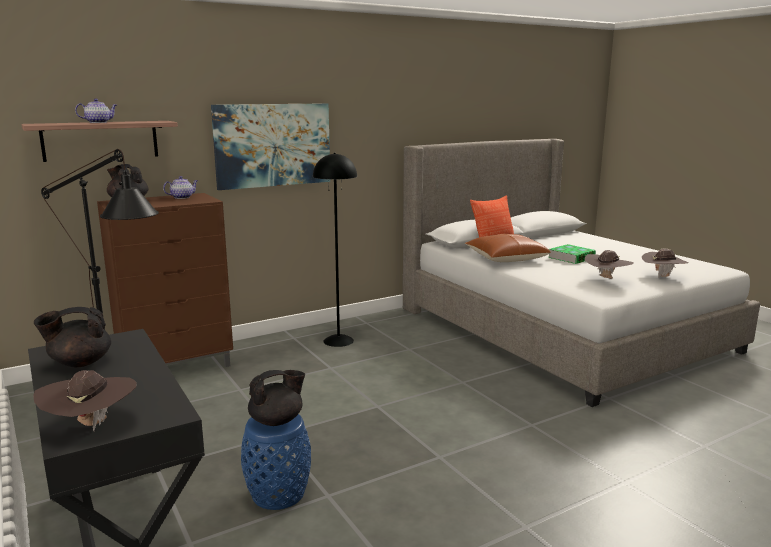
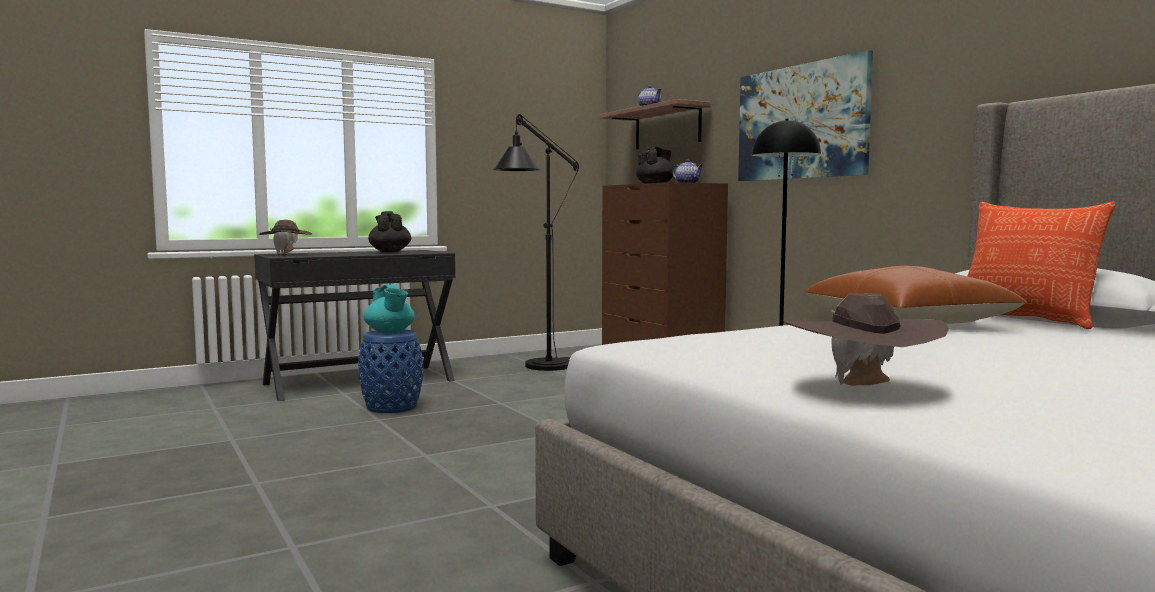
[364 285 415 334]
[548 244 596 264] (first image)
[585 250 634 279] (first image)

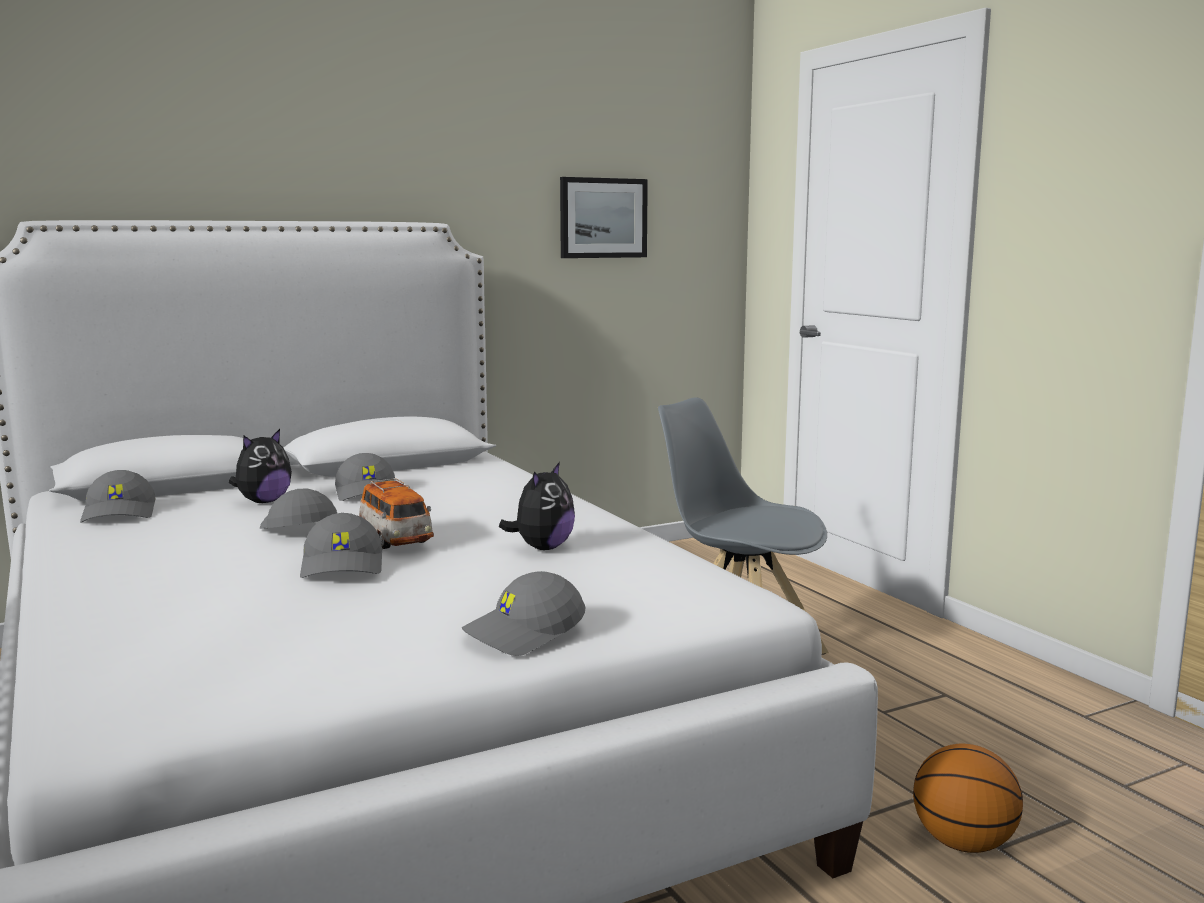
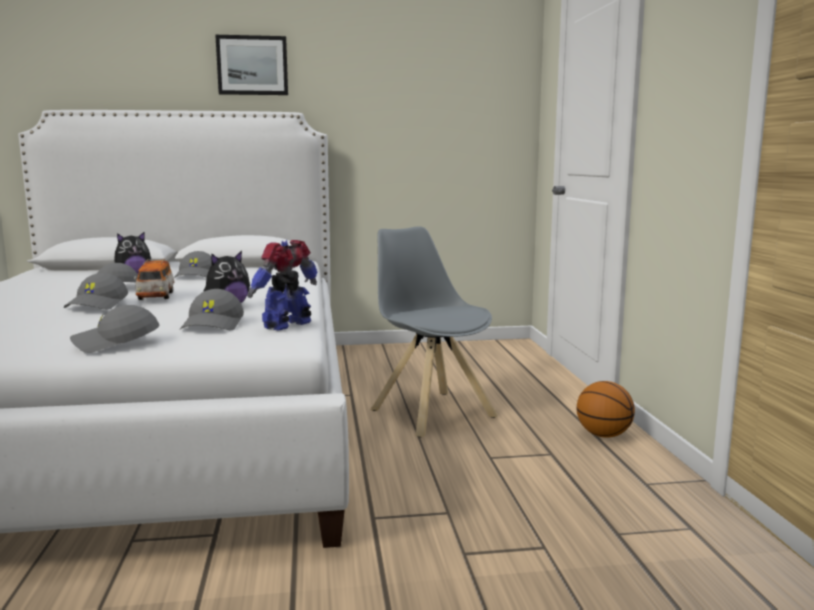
[180 289 244 330]
[215 35 288 95]
[577 381 635 438]
[248 239 317 331]

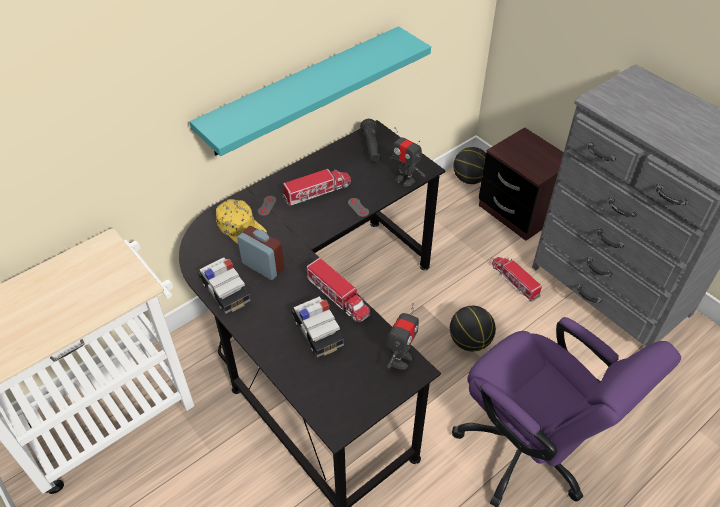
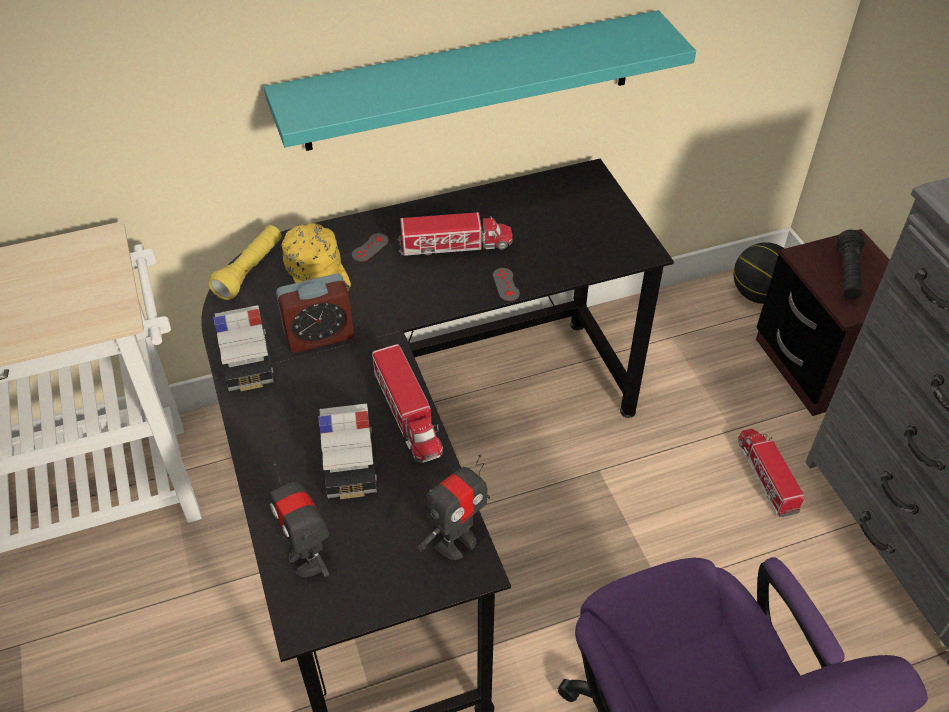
[276 274 354 353]
[837 230 865 300]
[269 463 329 577]
[450 306 496 351] (first image)
[208 225 282 300]

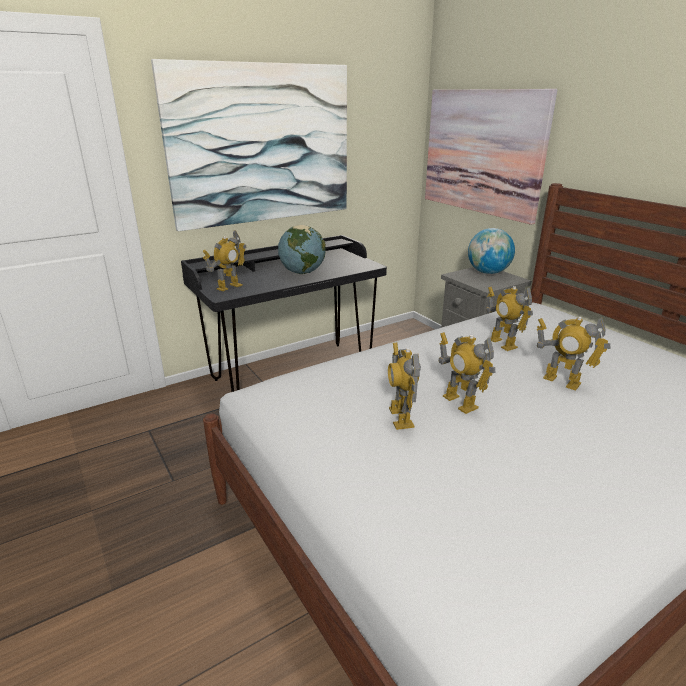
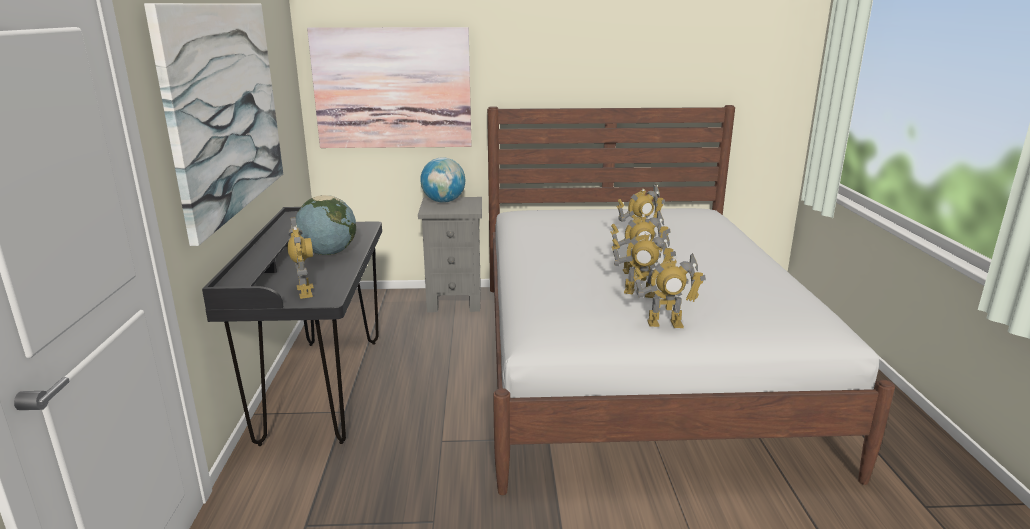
[633 253 706 328]

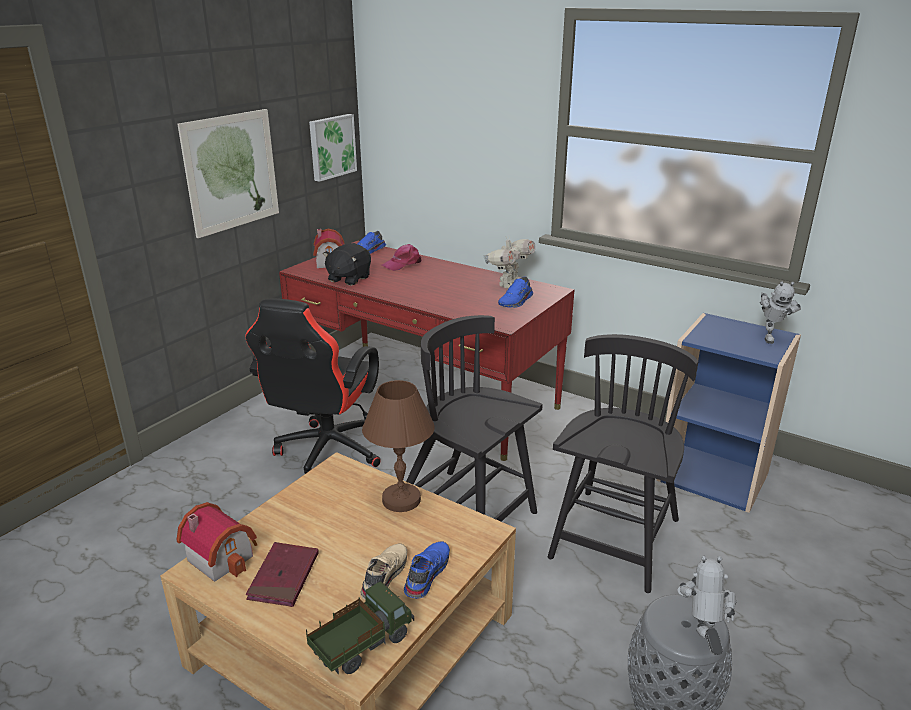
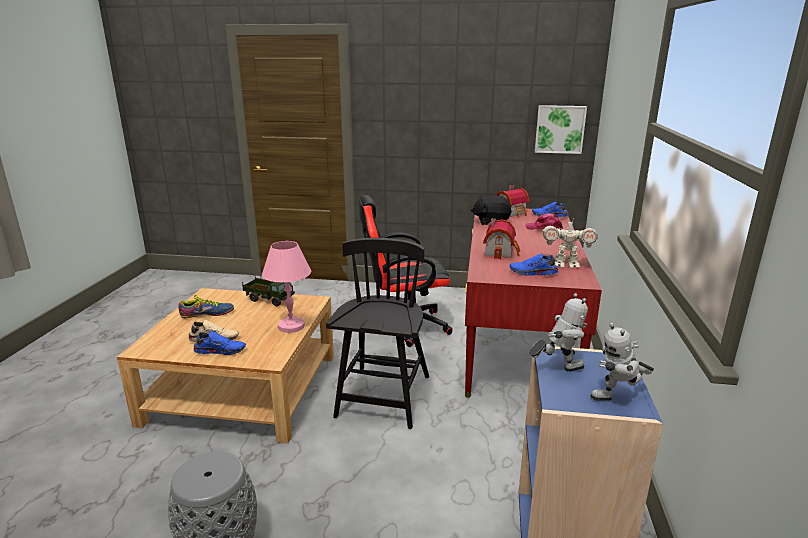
[483 219 520 259]
[177 109 279 238] (first image)
[178 295 234 318]
[242 277 295 306]
[262 241 311 333]
[548 334 698 593] (first image)
[529 293 588 372]

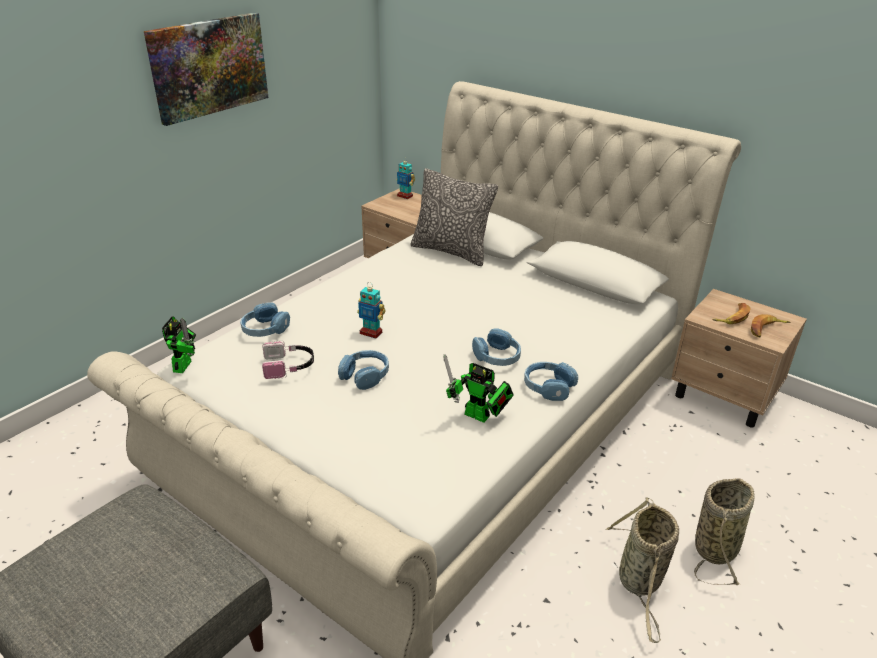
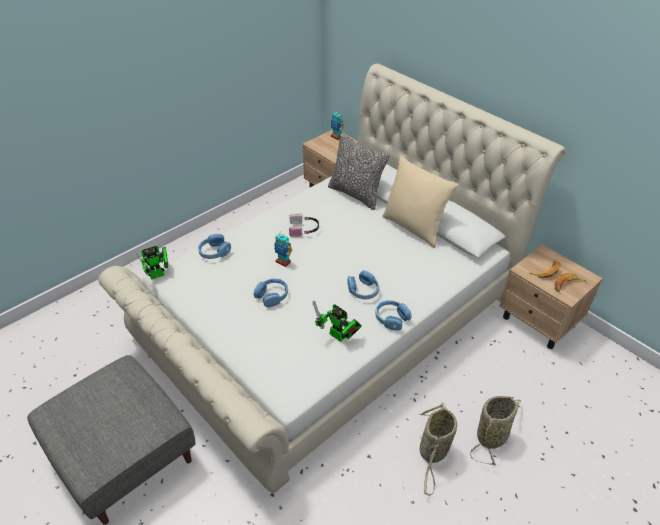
[144 12 269 126] (first image)
[136 246 168 280]
[289 214 319 237]
[382 155 459 248]

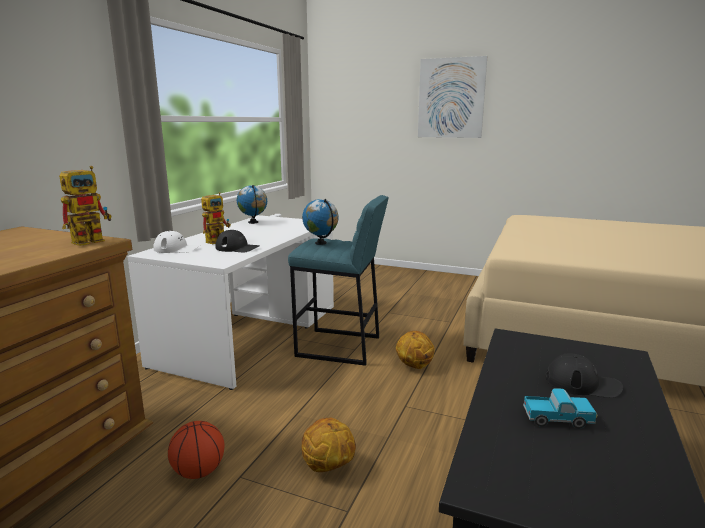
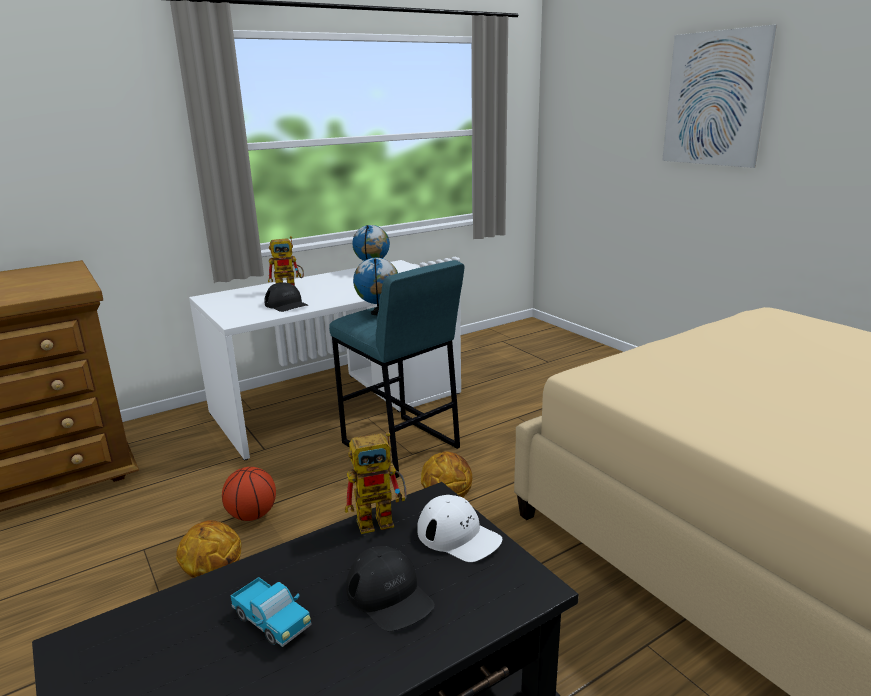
[345 432 407 534]
[417 494 502 562]
[222 467 276 521]

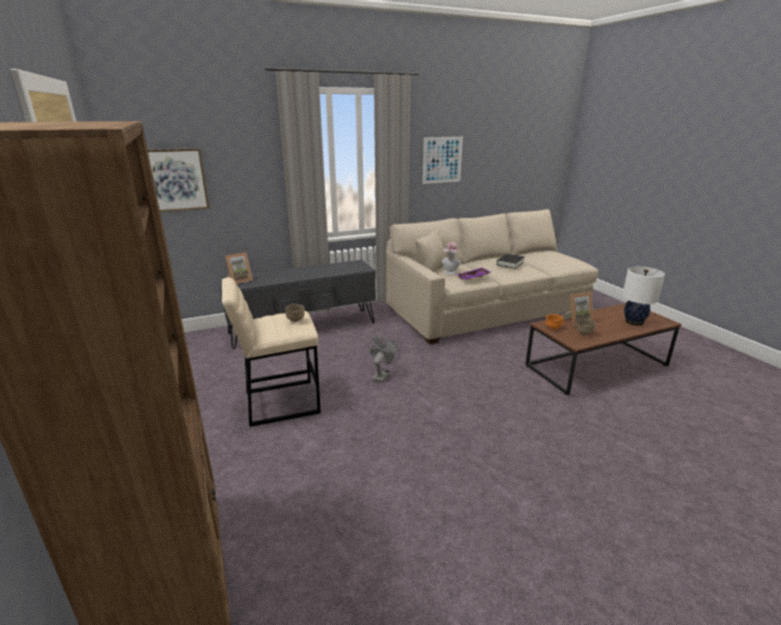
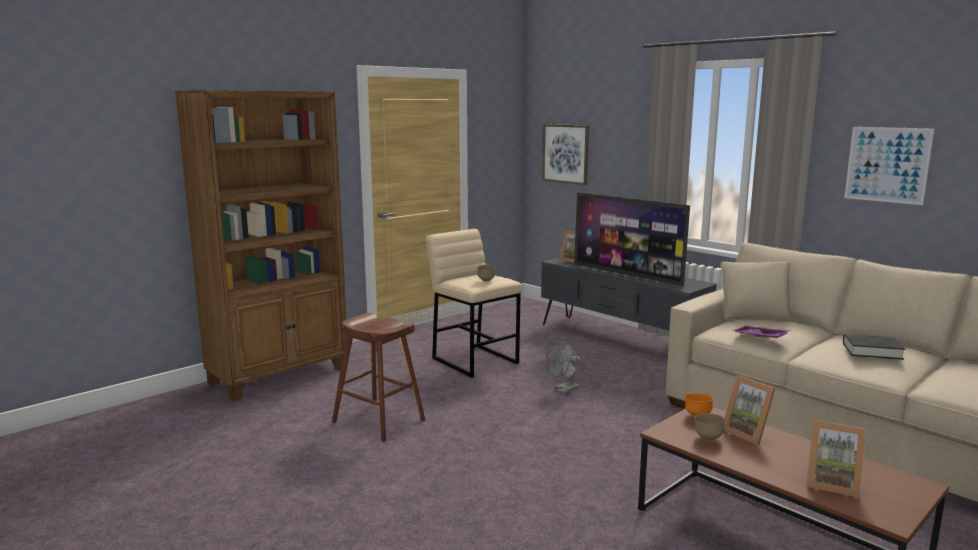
[546 341 581 394]
[441 242 461 275] (first image)
[807 420 866 497]
[332 313 425 442]
[574 192 690 286]

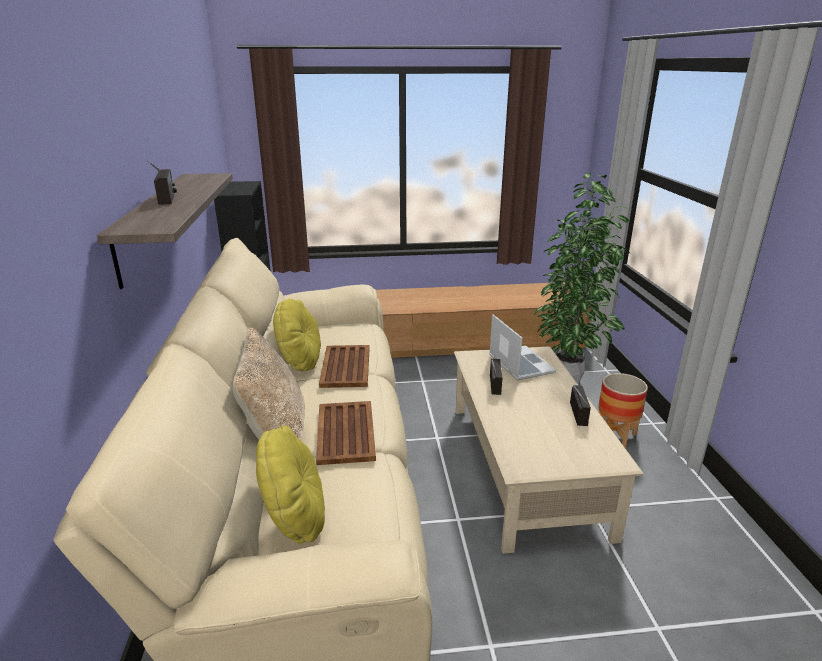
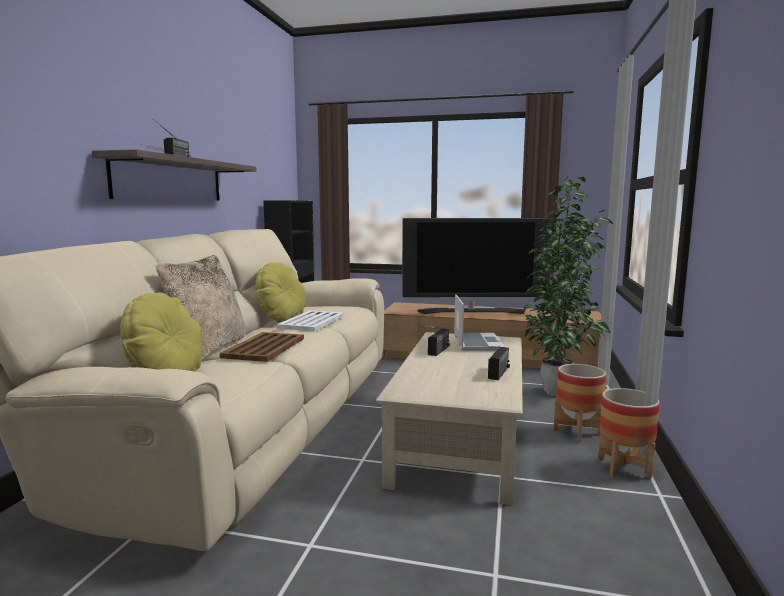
[277 310 344 331]
[402 218 550 314]
[598 388 660 479]

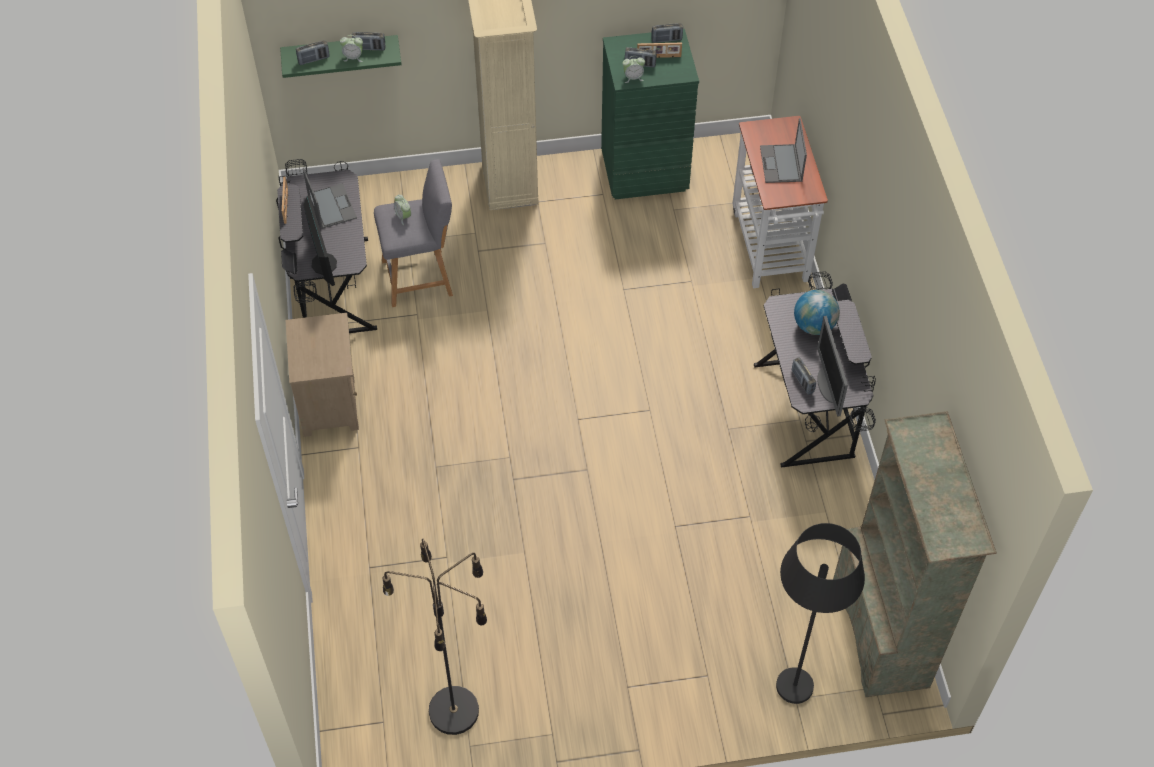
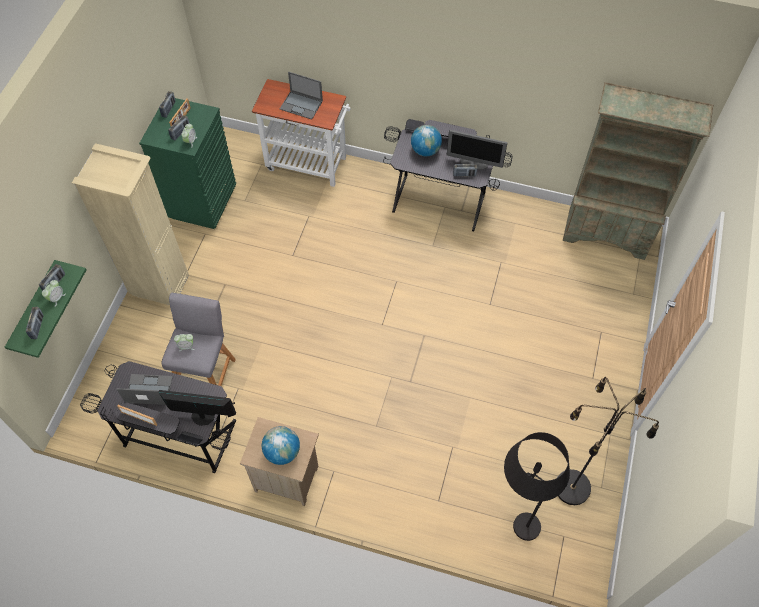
[504 432 570 541]
[262 426 300 465]

